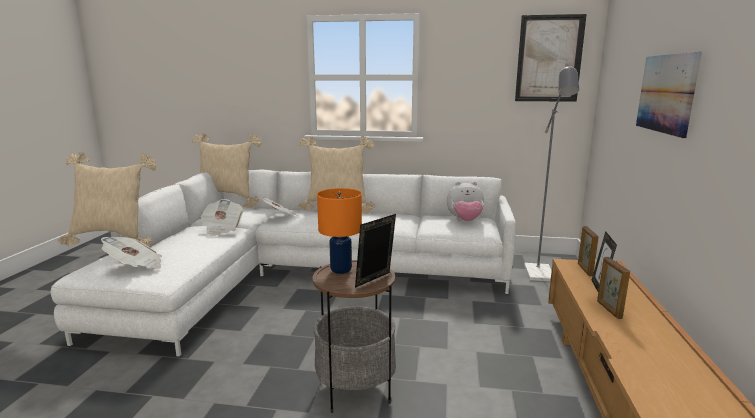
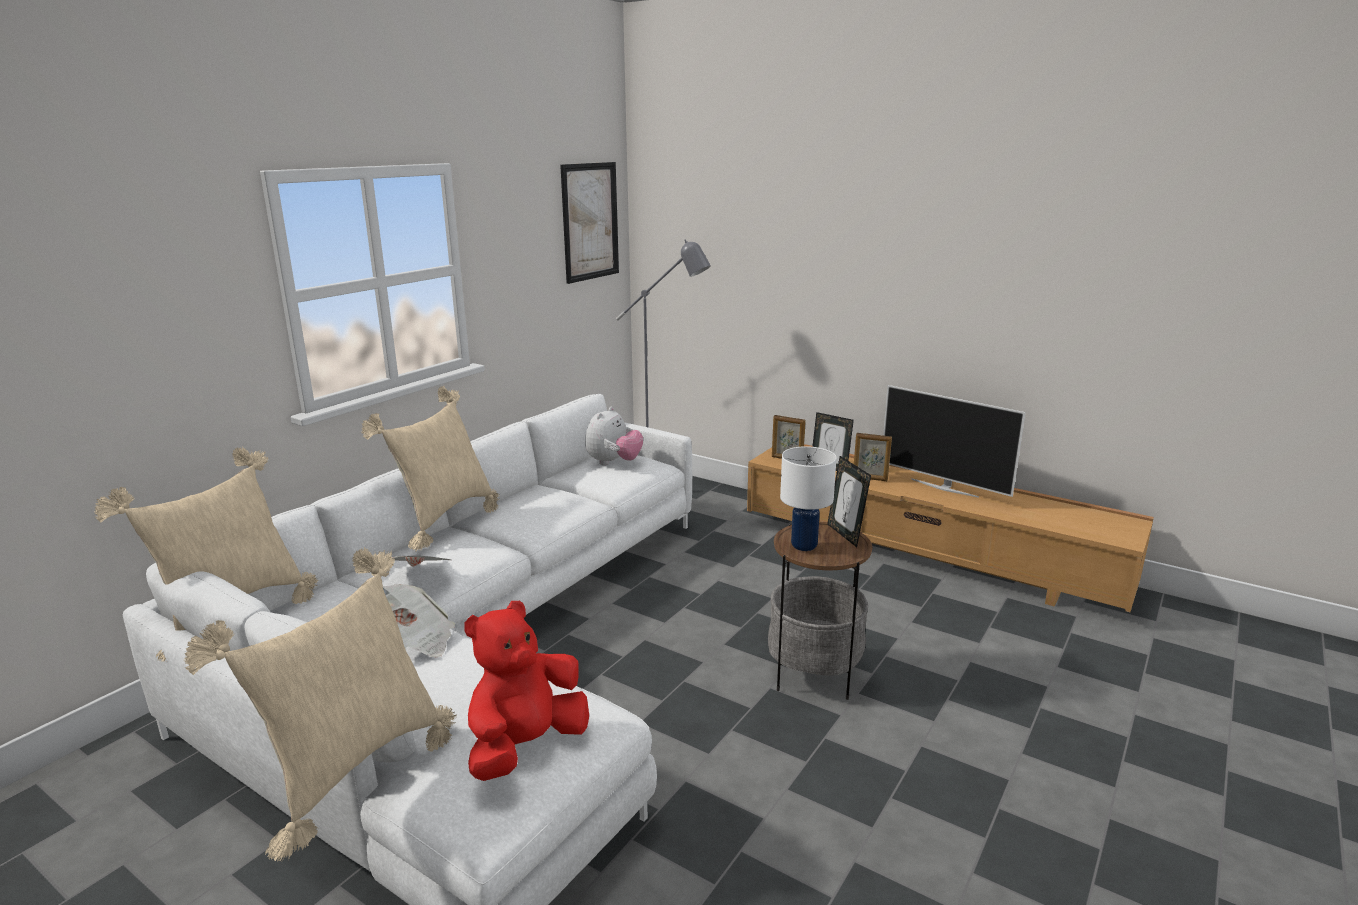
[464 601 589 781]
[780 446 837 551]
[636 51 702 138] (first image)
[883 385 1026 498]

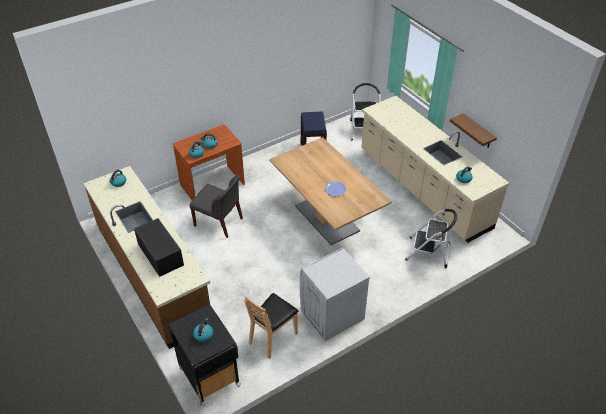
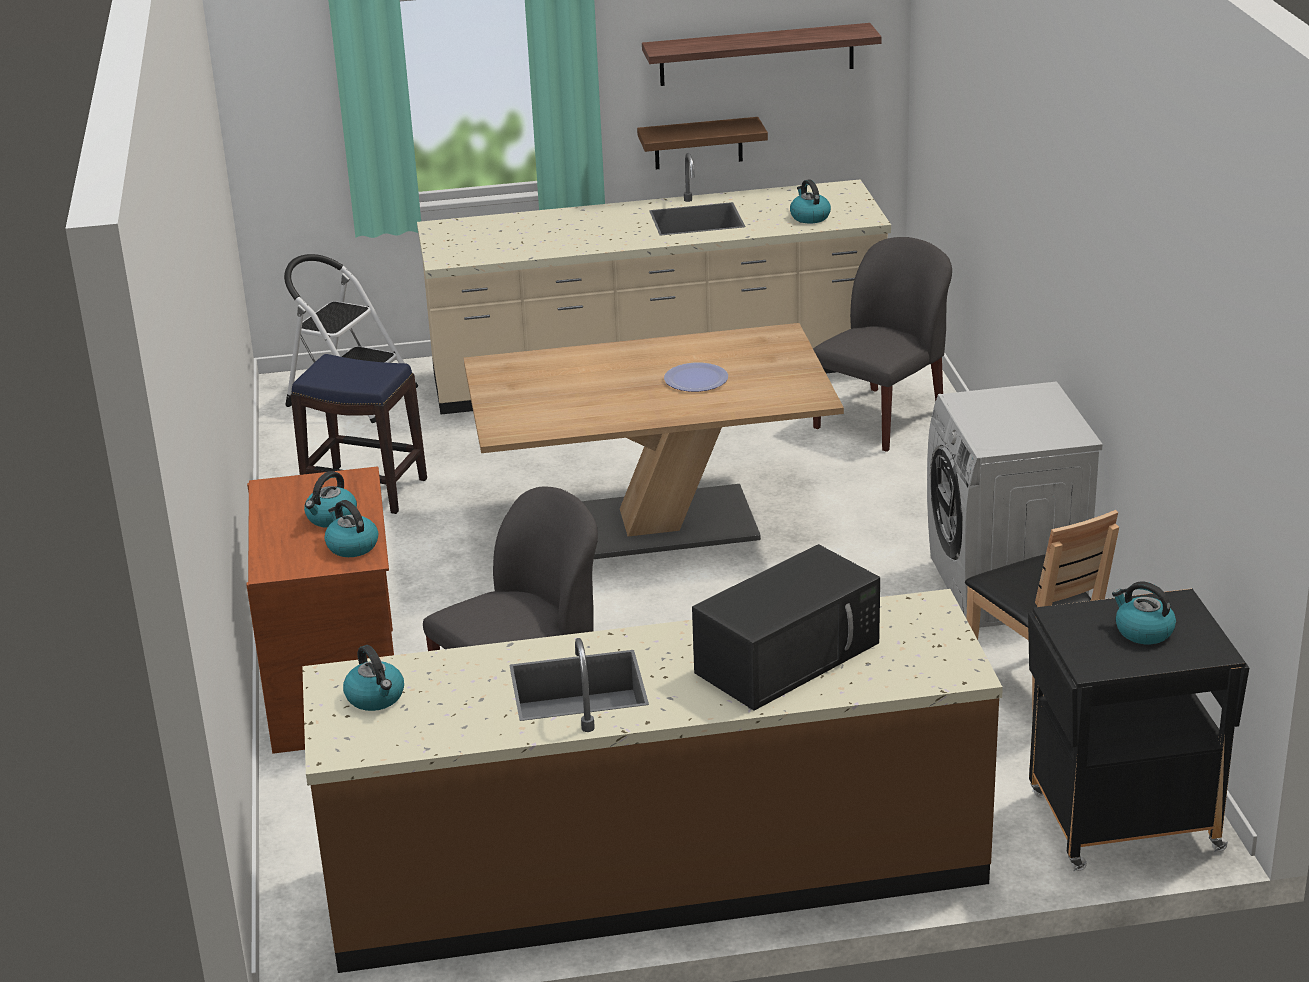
[692 544 880 711]
[813 237 952 452]
[642 23 882 86]

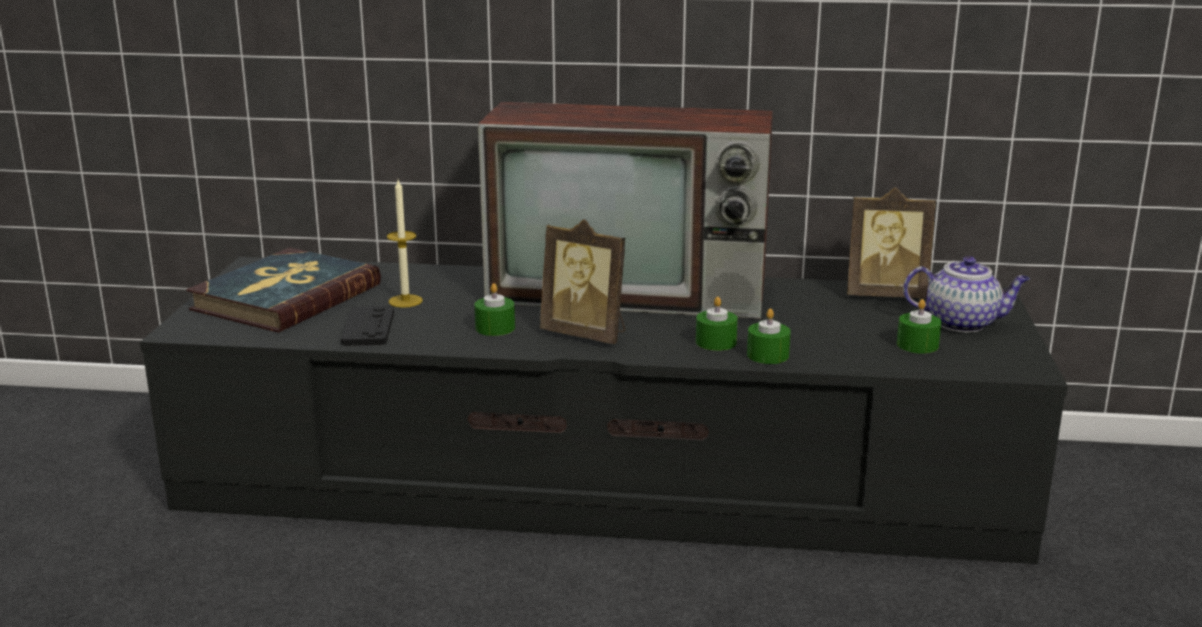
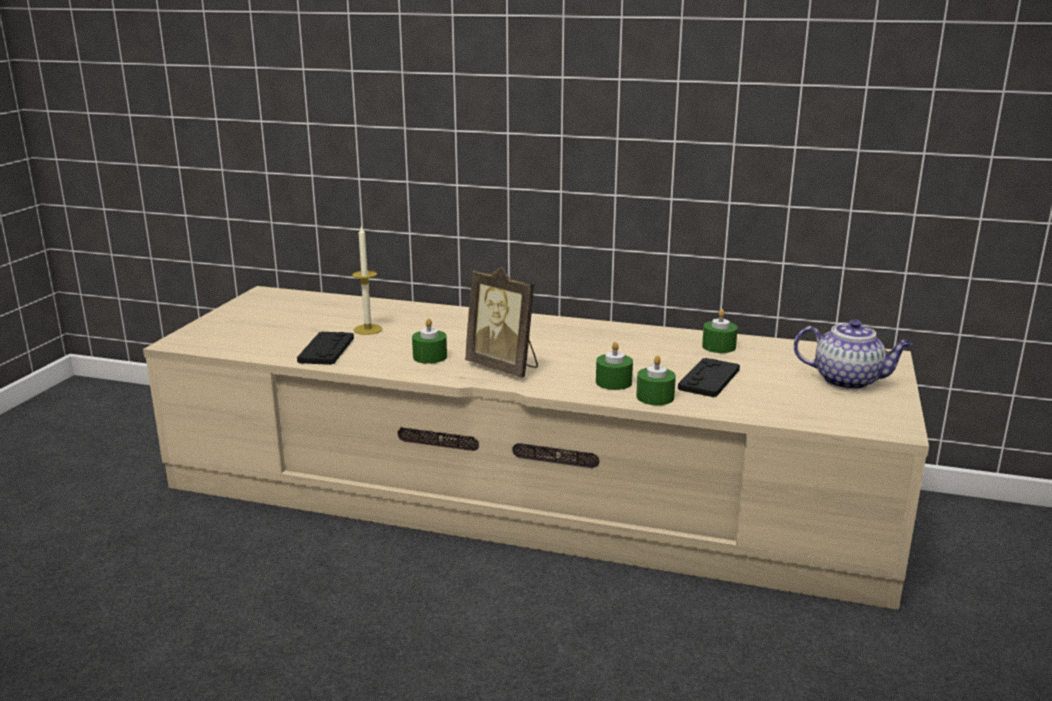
[143 286 929 610]
[186 248 381 333] (first image)
[478 102 773 319] (first image)
[847 187 936 298] (first image)
[702 309 738 353]
[678 358 740 397]

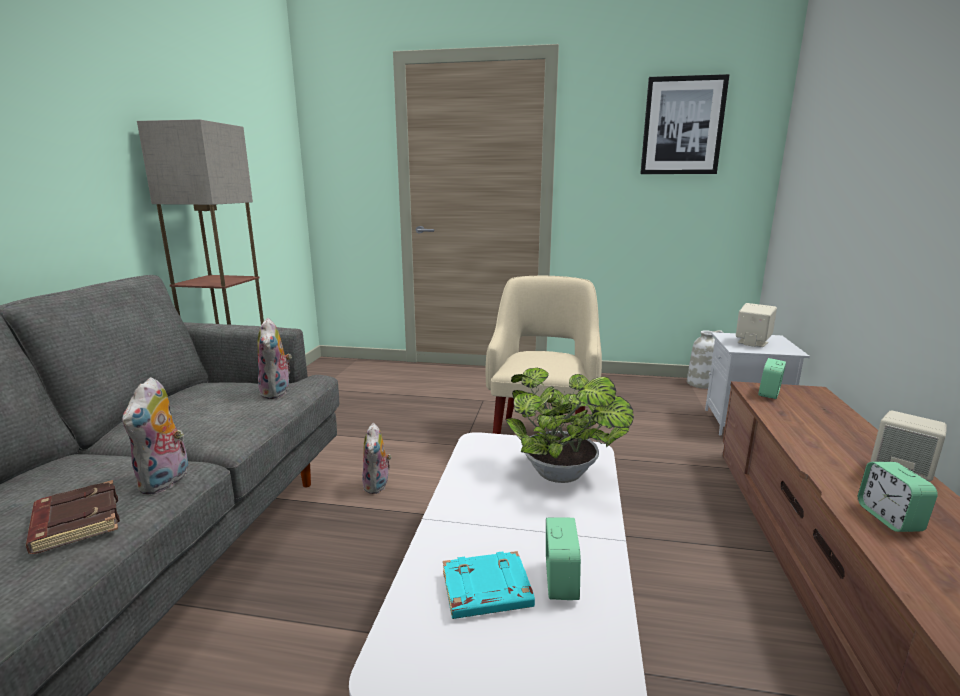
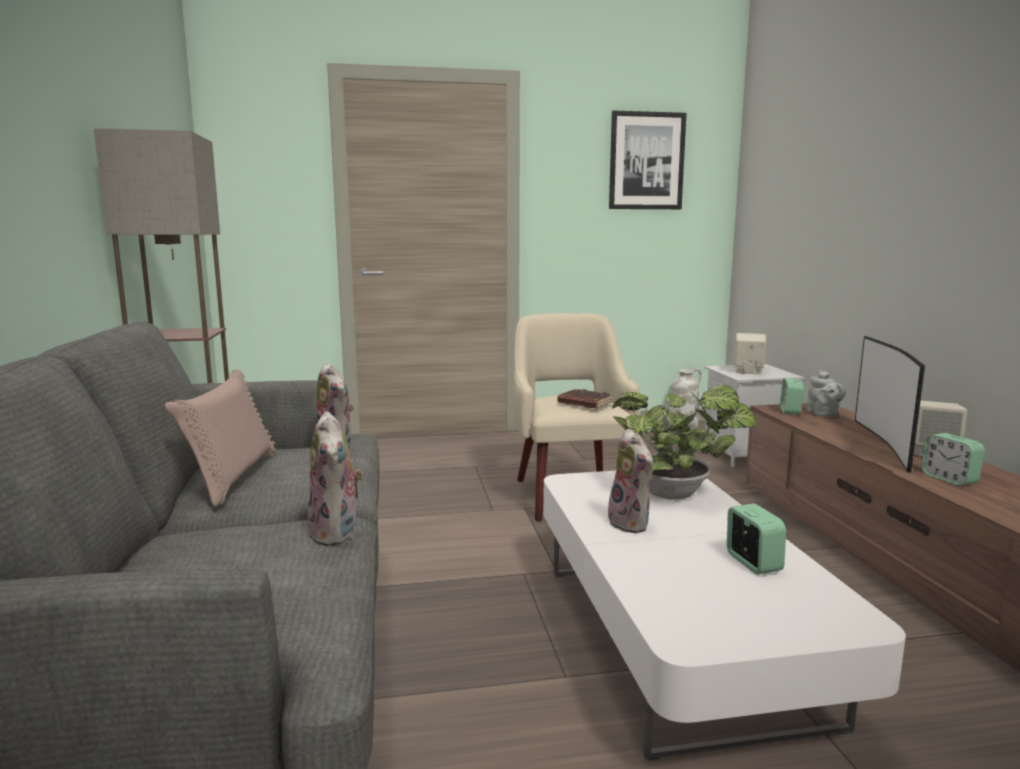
[557 389 614 409]
[608 429 653 533]
[443 551 535 619] (first image)
[165 369 277 507]
[807 371 846 417]
[855 336 925 473]

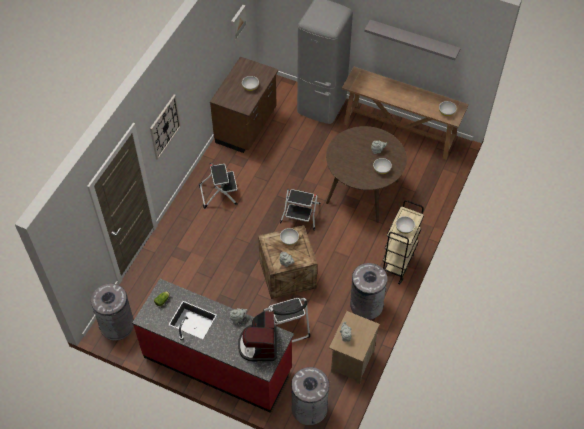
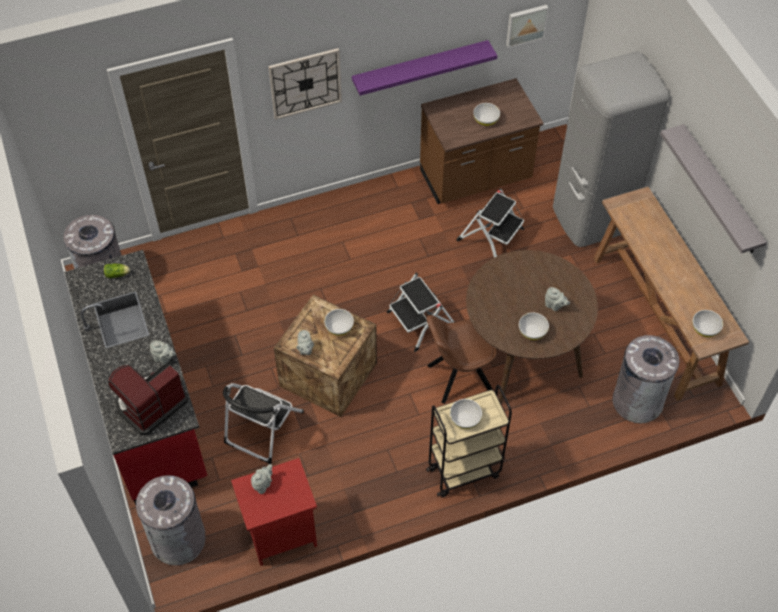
[456 188 524 258]
[231 458 317 566]
[612 335 679 423]
[352 40 497 96]
[427 315 497 404]

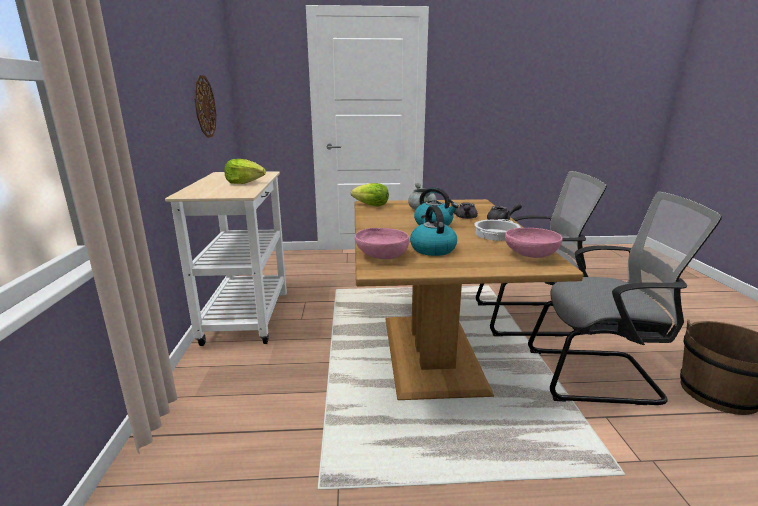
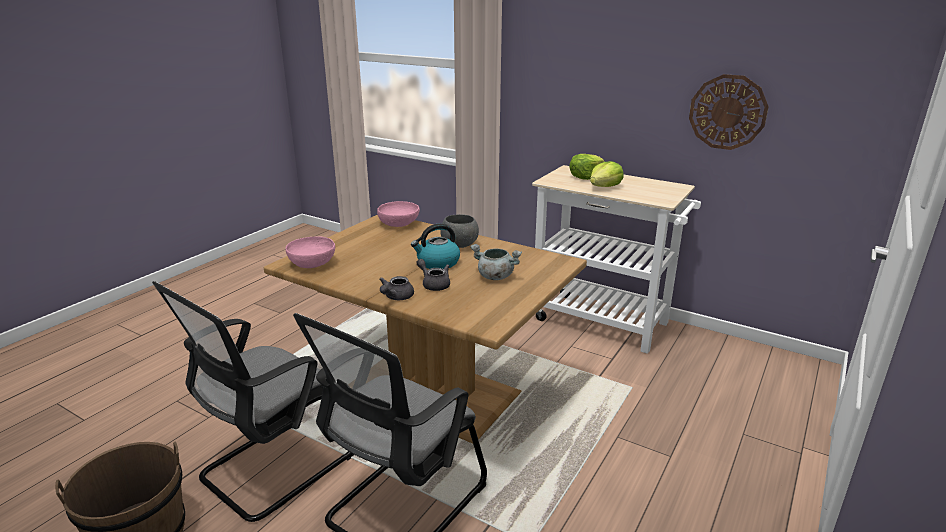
[569 154 605 180]
[410 206 457 256] (first image)
[474 219 521 241] (first image)
[440 214 479 248]

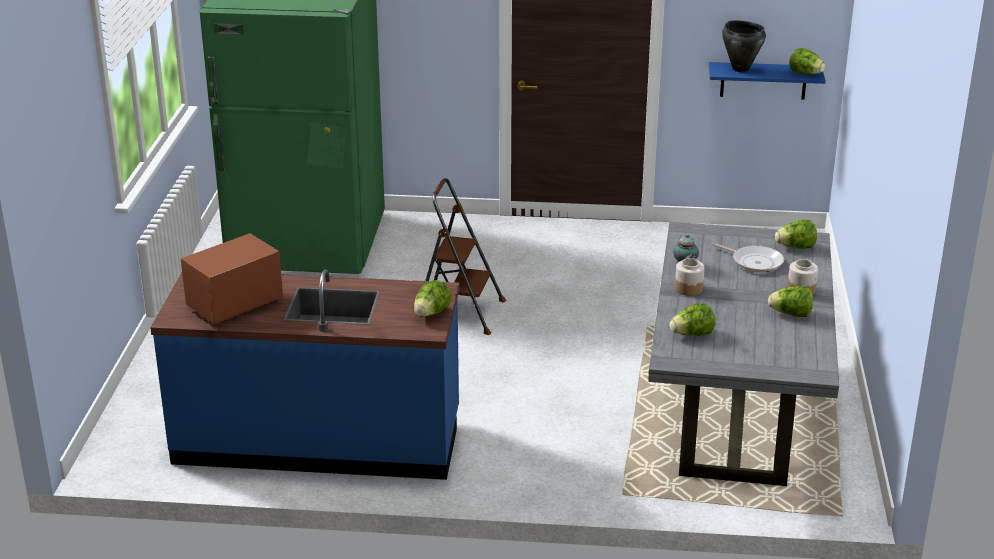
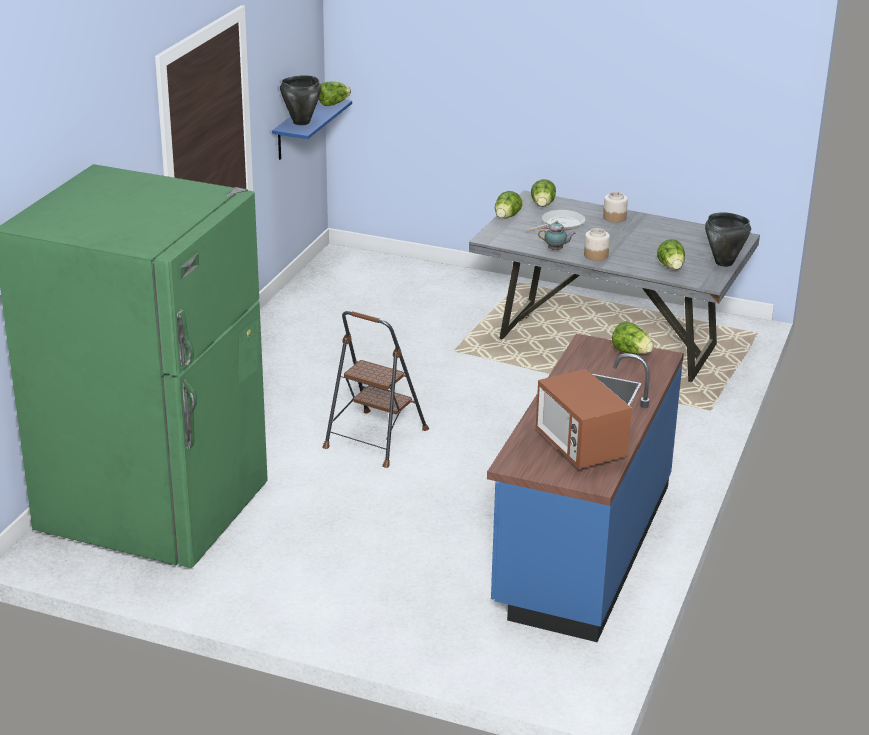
[495 191 522 218]
[705 212 751 267]

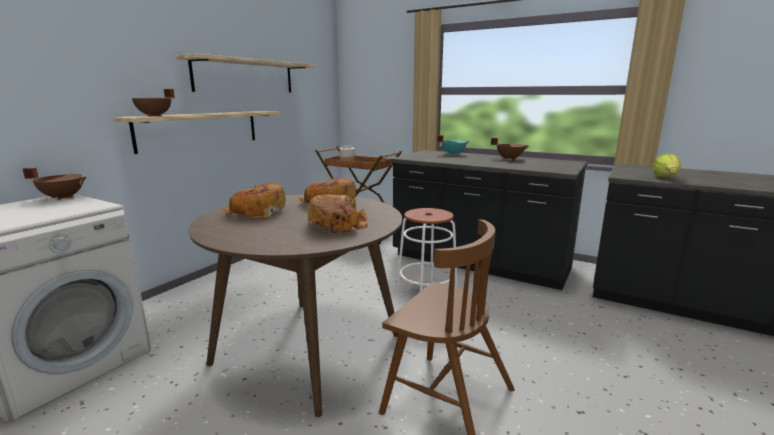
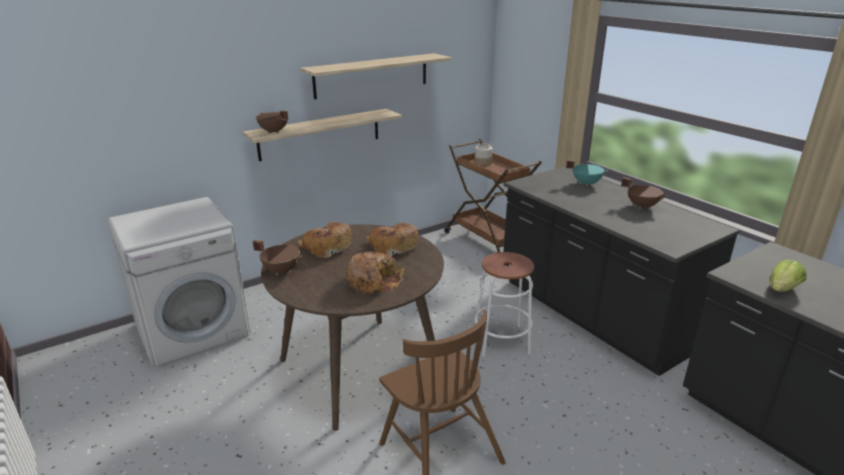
[253 240 302 275]

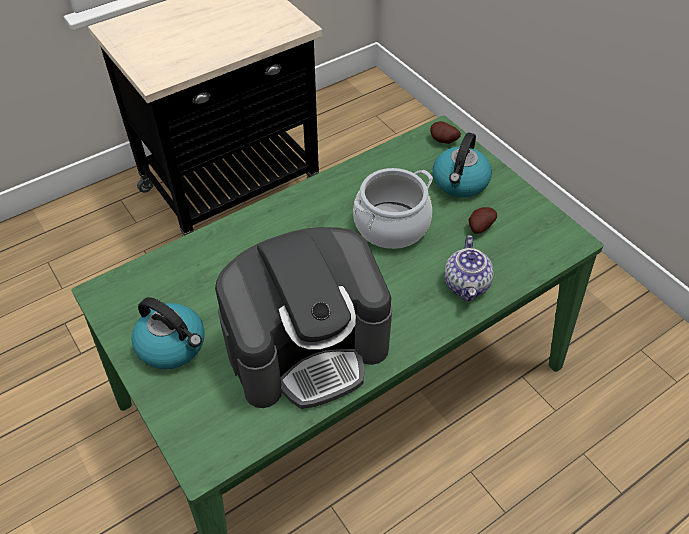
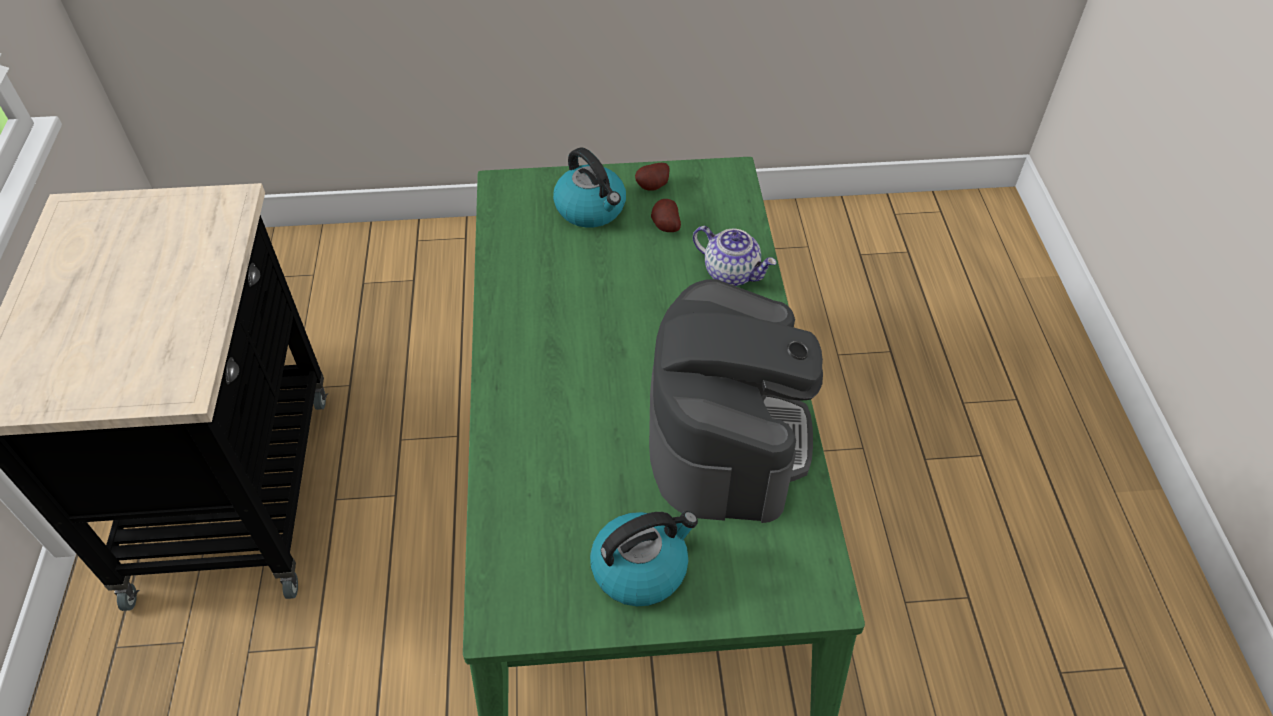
[353 168 433 249] (first image)
[635 163 670 191]

